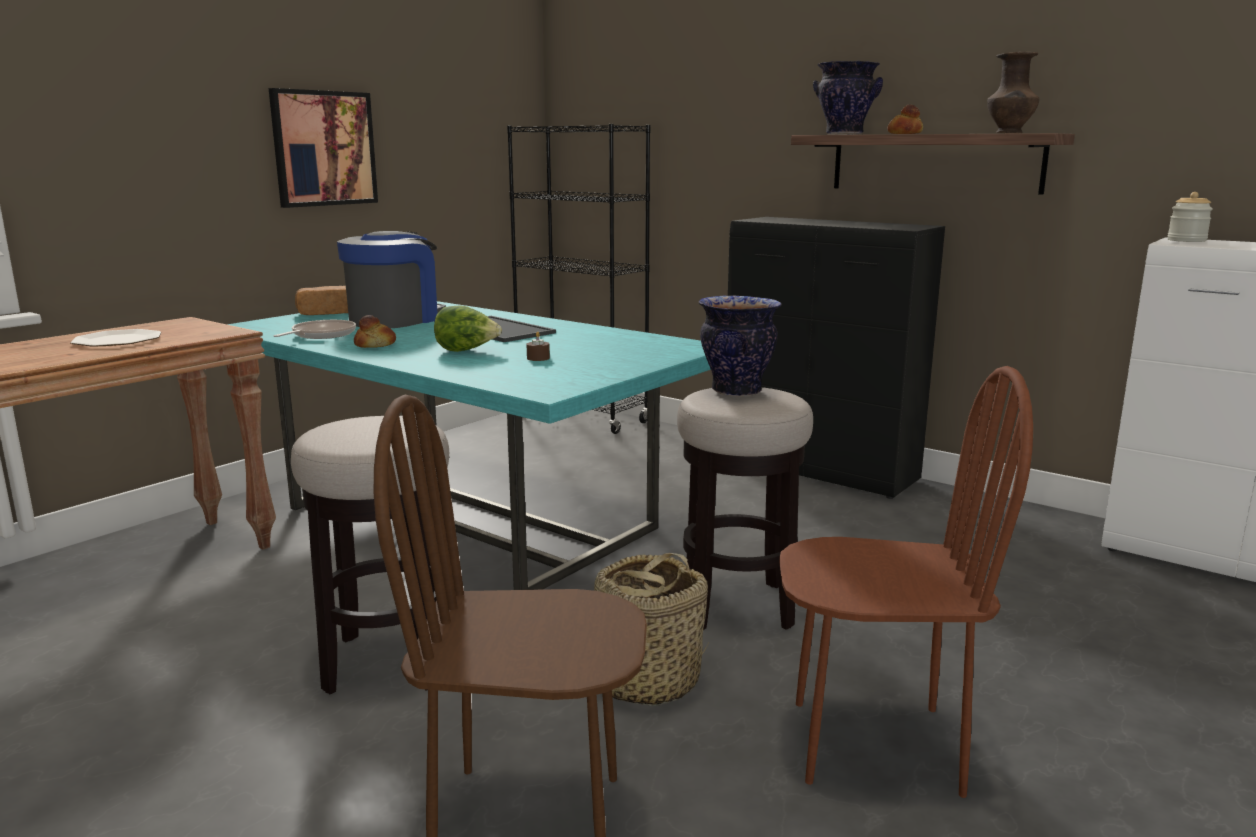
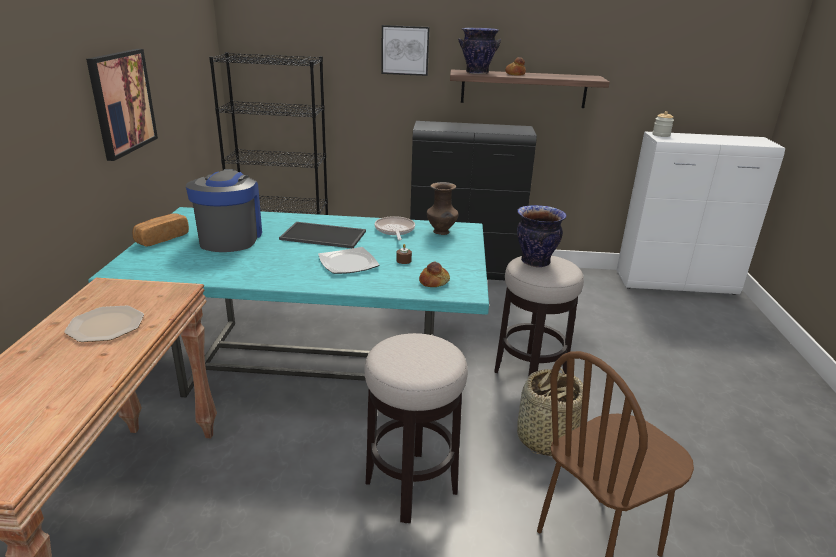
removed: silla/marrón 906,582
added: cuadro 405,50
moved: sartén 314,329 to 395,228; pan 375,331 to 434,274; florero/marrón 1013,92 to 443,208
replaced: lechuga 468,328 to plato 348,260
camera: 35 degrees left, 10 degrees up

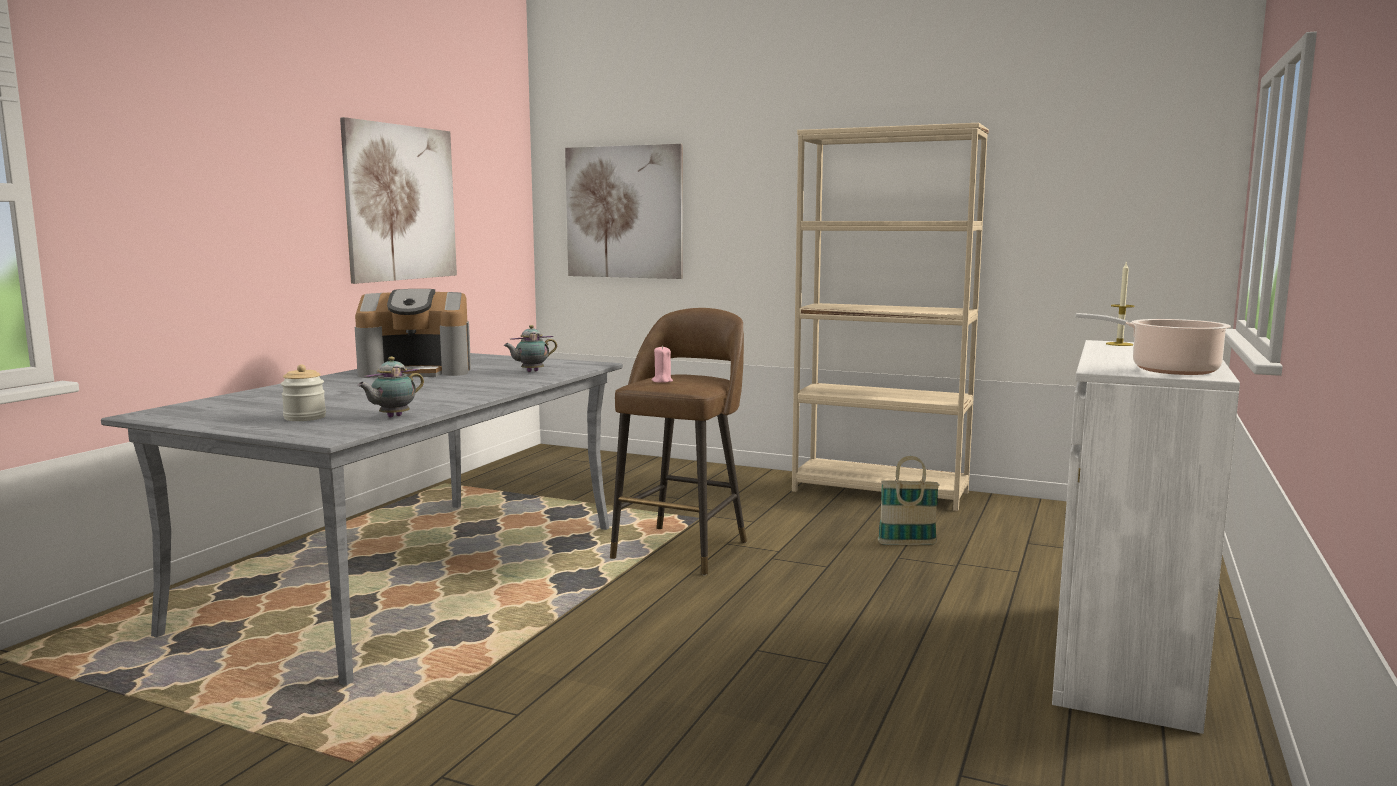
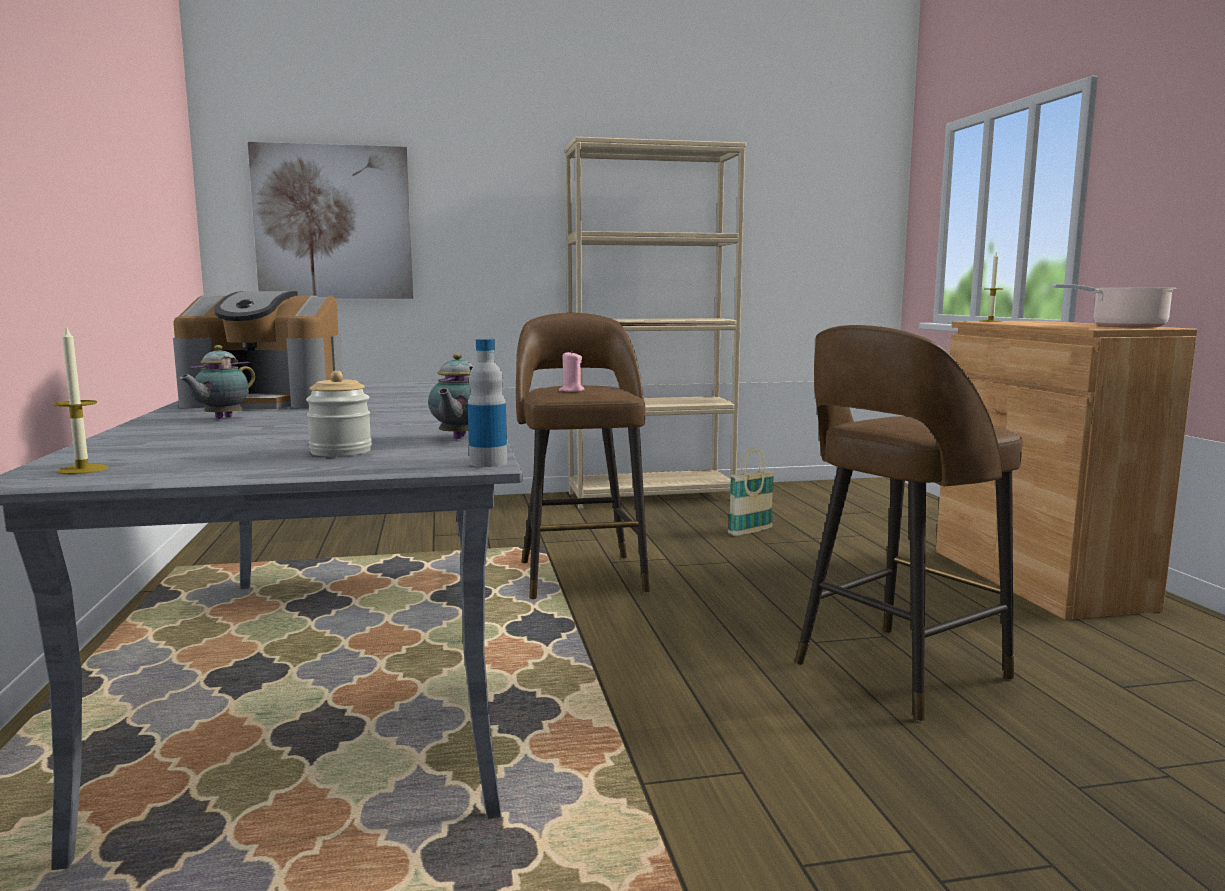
removed: cuadro 398,200
added: vela 80,399; botella 487,403; taburete/marrón 908,523
moved: tetera 530,348 to 217,382
recoloured: armario/blanco 1146,537 to armario/marrón 1066,470
turned: cafetera 413,333 = 258,350 45 degrees clockwise
camera: 35 degrees left, 0 degrees up

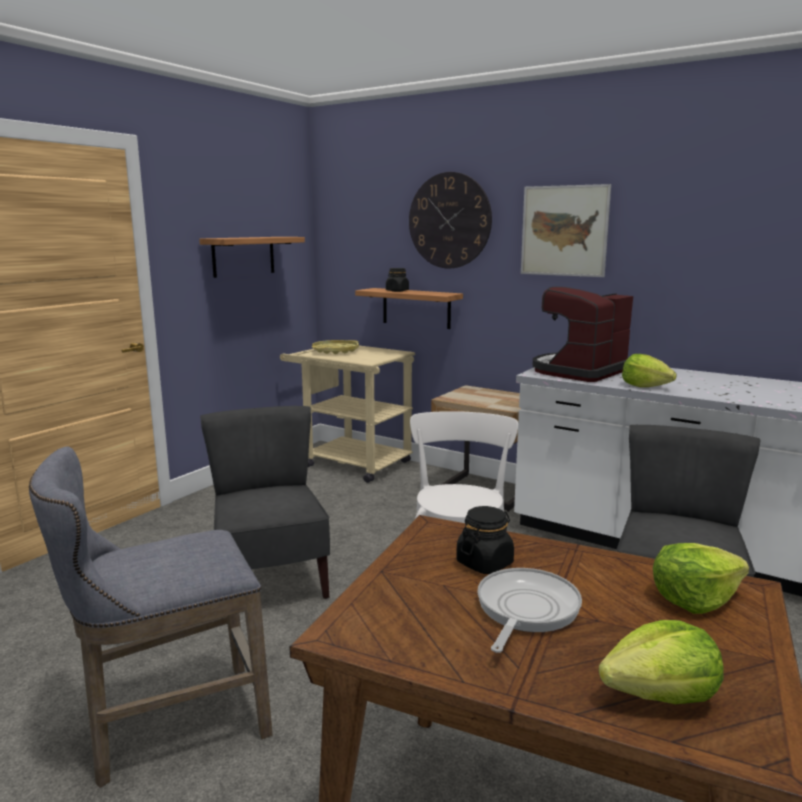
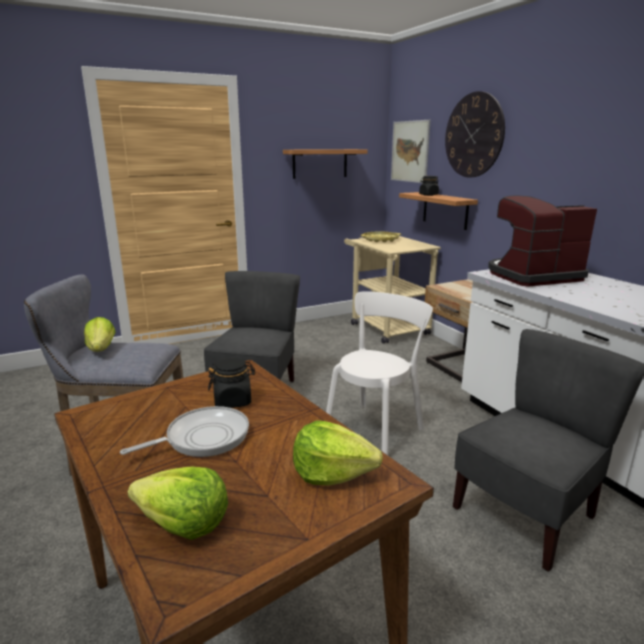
moved: lechuga 649,370 to 99,334; cuadro 566,230 to 410,151
camera: 30 degrees right, 5 degrees up

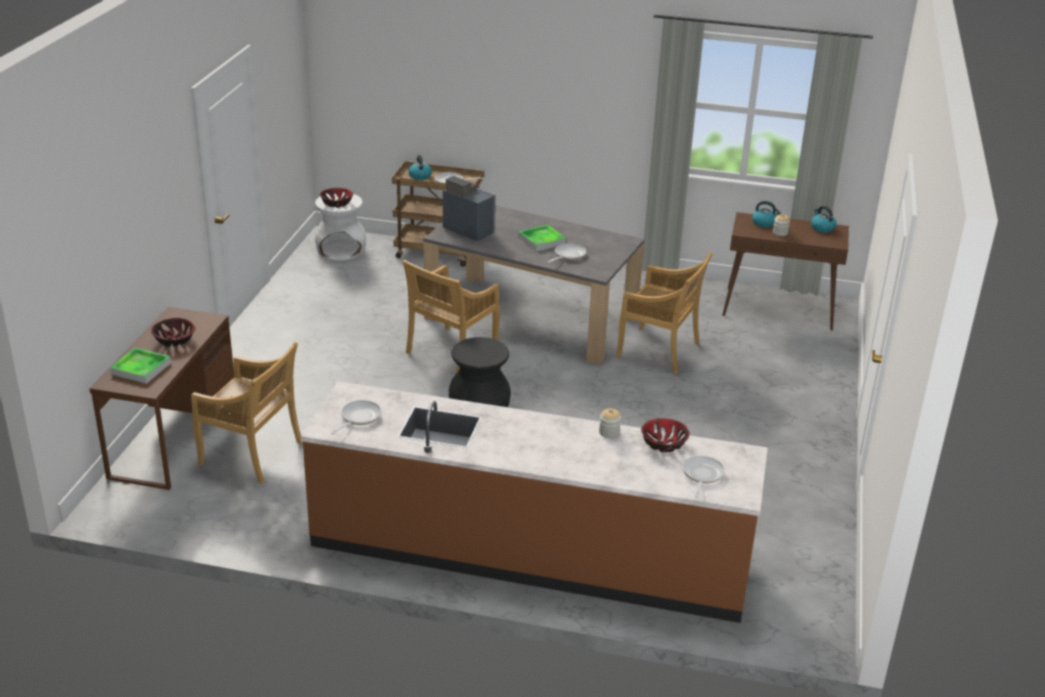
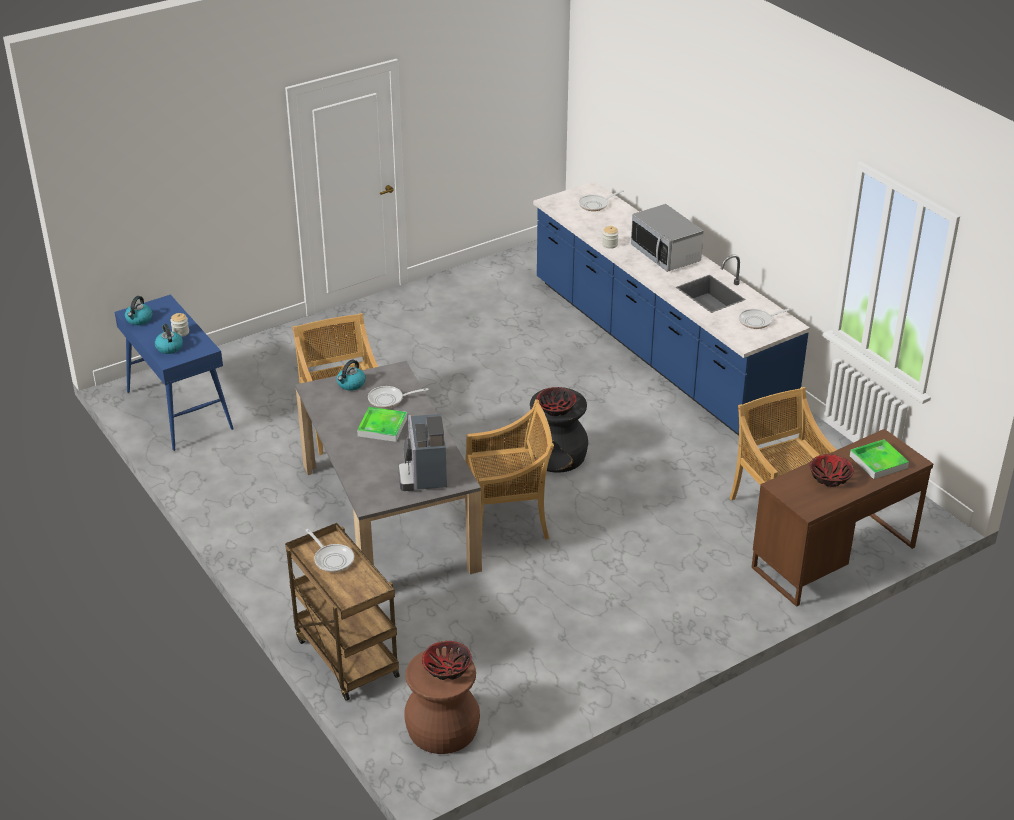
added: microondas 667,238
moved: hervidor 420,167 to 351,375; cuenco 665,435 to 556,401
recoloured: mesa consola/marrón 785,271 to mesa consola/azul 174,373; taburete/blanco 340,226 to taburete/marrón 442,701; mueble bajo de cocina/marrón 534,502 to mueble bajo de cocina/azul 671,308
camera: 135 degrees left, 5 degrees up

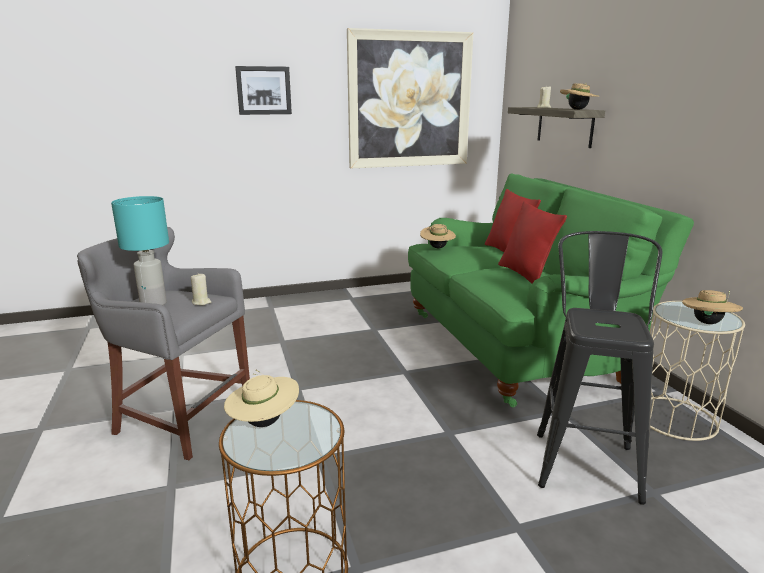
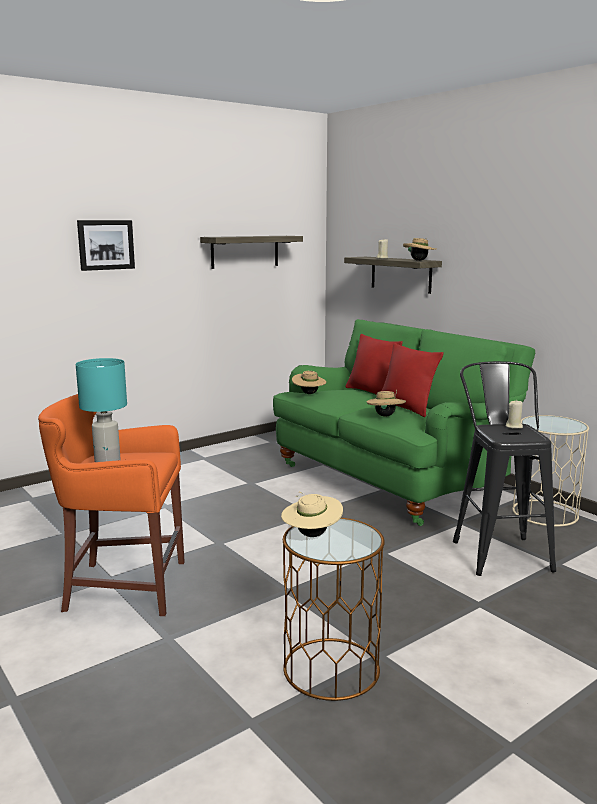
moved: sombrero/beis 712,307 to 386,403; vela/beis 201,289 to 514,415
replaced: cuadro 410,98 to estante 251,252
recoloured: taburete/gris 163,343 to taburete/naranja 111,505
camera: 20 degrees left, 5 degrees down

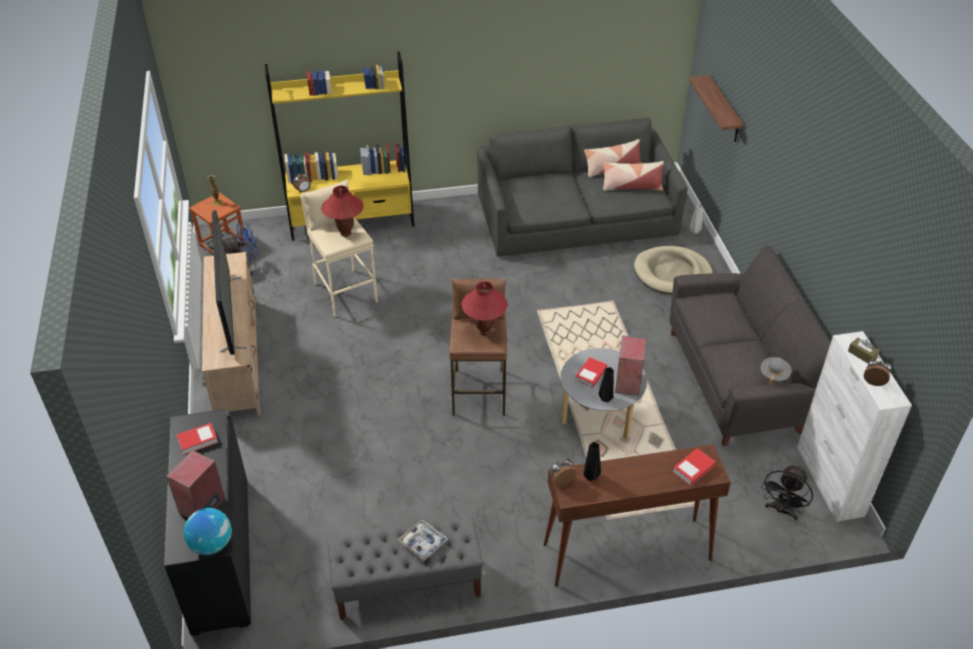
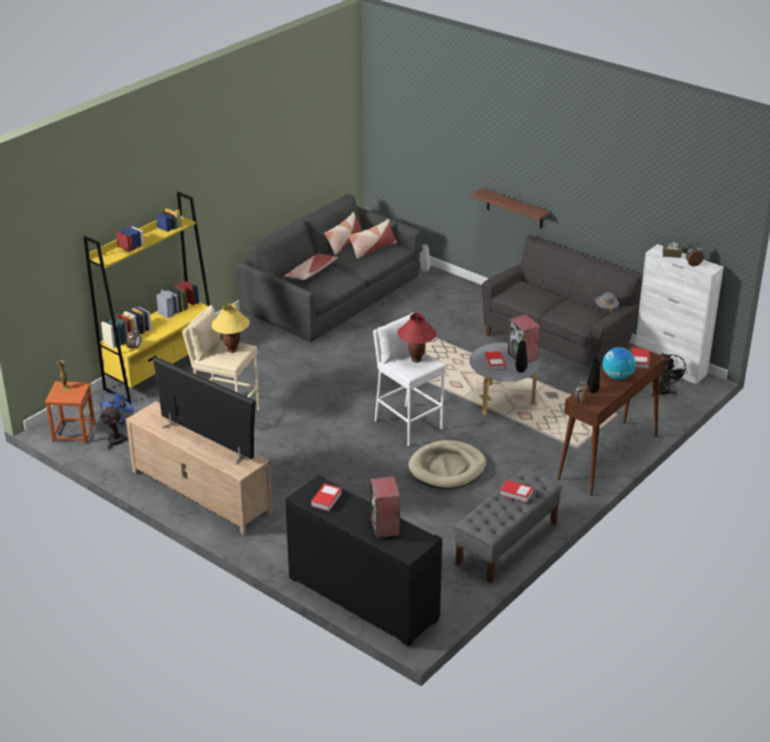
added: cojín 311,267
moved: cama para perro/beis 673,270 to 447,464; estante 716,108 to 510,208; globo terráqueo 207,531 to 619,363
replaced: bandeja 423,540 to libro 517,491
recoloured: lámpara de mesa/rojo 342,211 to lámpara de mesa/amarillo 230,328; taburete/marrón 478,347 to taburete/blanco 409,379
camera: 40 degrees left, 10 degrees down

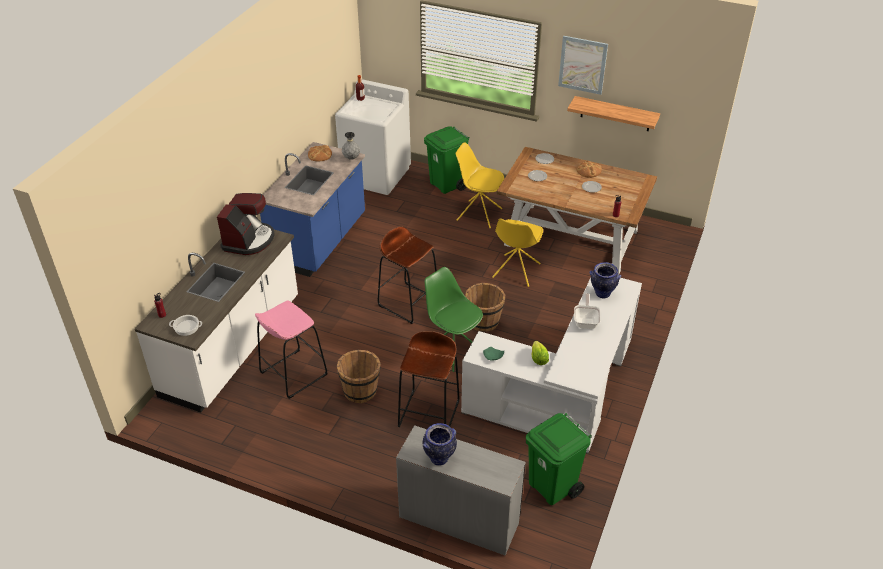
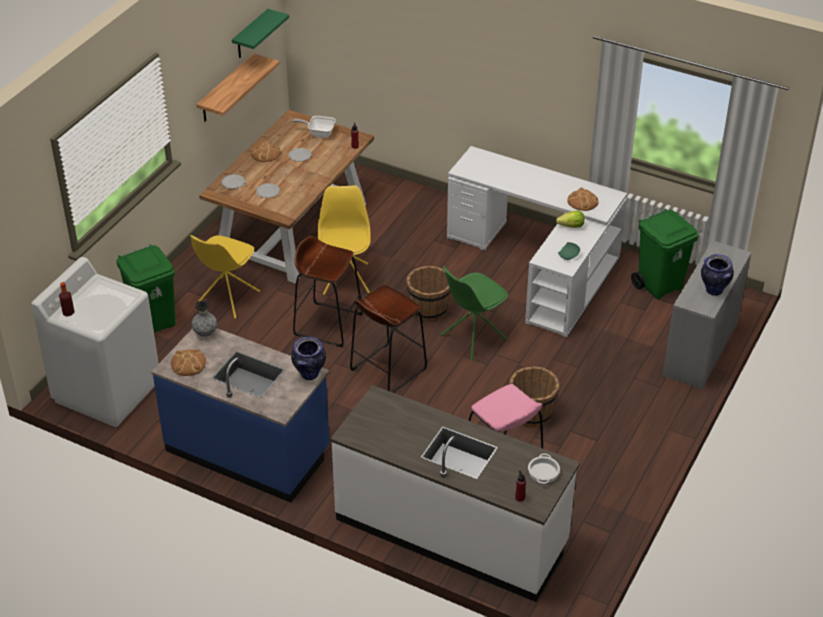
removed: cafetera 246,224; cuadro 583,65
added: estante/verde 260,33; pan 583,199
moved: florero 605,280 to 308,358; sartén 587,311 to 314,127; taburete/marrón 428,379 to 328,291
turned: silla/amarillo 517,252 = 344,240 120 degrees counterclockwise
camera: 85 degrees left, 0 degrees up

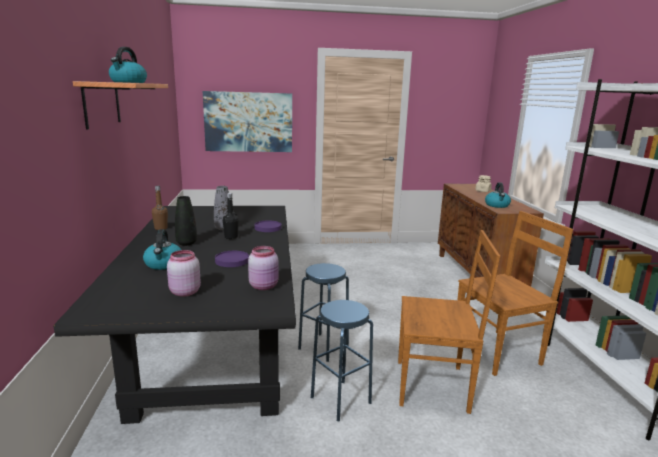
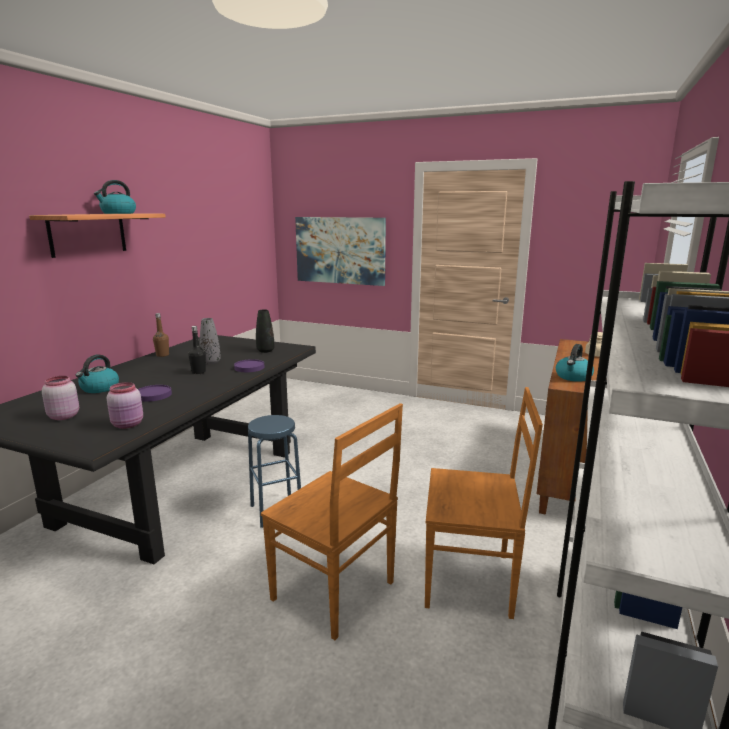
removed: taburete/azul 342,360
moved: florero/negro 186,221 to 265,331
camera: 30 degrees right, 0 degrees up

